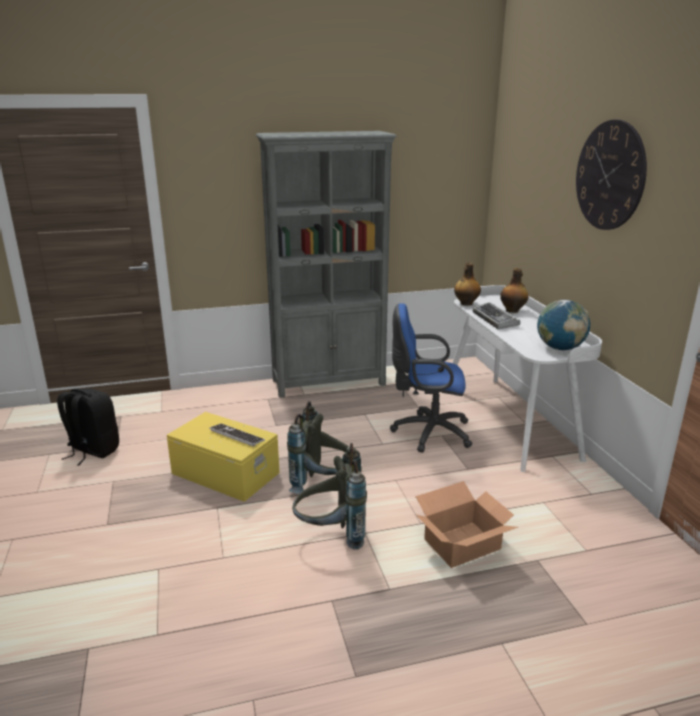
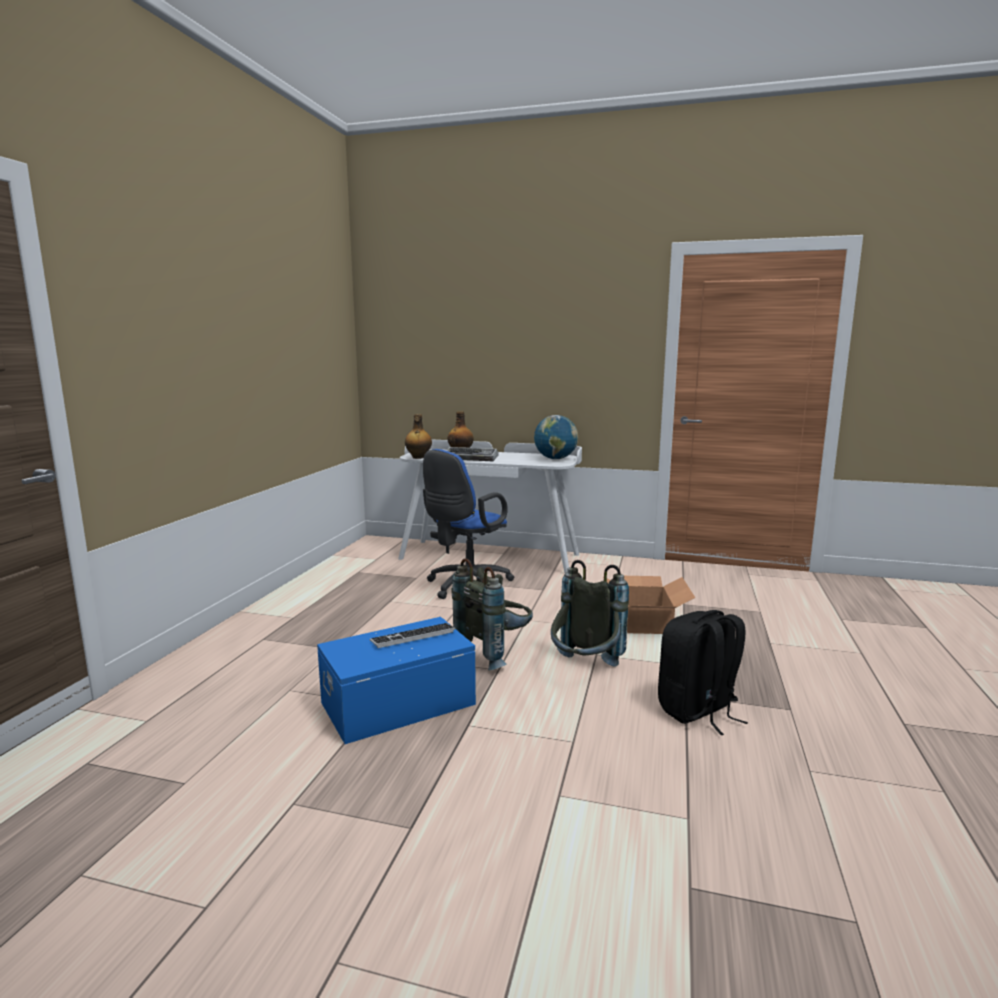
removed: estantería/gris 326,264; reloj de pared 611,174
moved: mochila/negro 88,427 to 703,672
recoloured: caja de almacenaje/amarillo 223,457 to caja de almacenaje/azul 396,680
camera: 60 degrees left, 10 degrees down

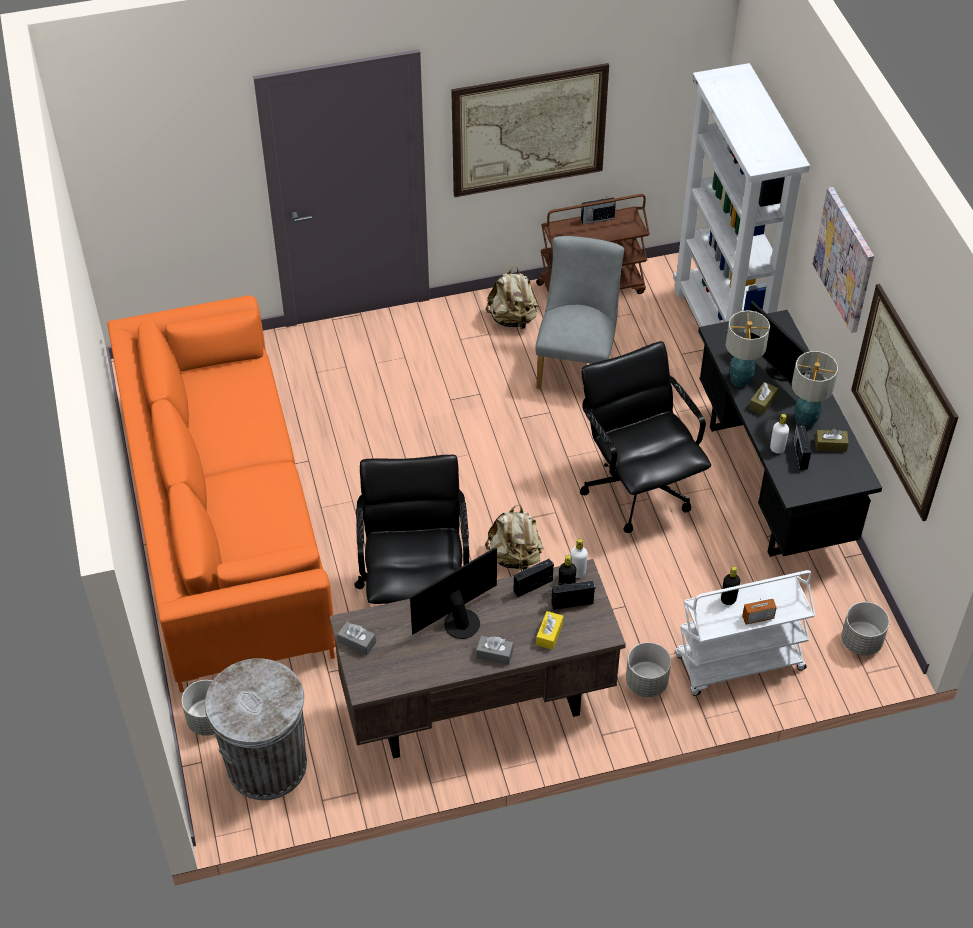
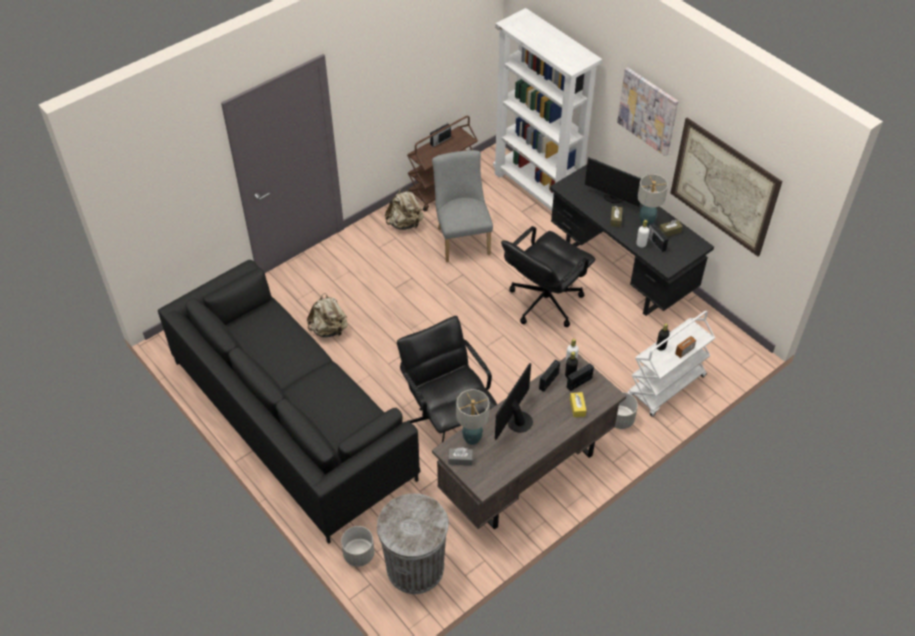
removed: cuadro 530,130; caja de pañuelos/gris 494,650; maceta/gris 865,629
moved: mochila/beis 514,537 to 327,315; lámpara de mesa 748,348 to 473,417
recoloured: sofá/naranja 221,493 to sofá/negro 289,402
turned: silla de oficina/negro 645,437 = 548,276 90 degrees counterclockwise
camera: 25 degrees left, 0 degrees up

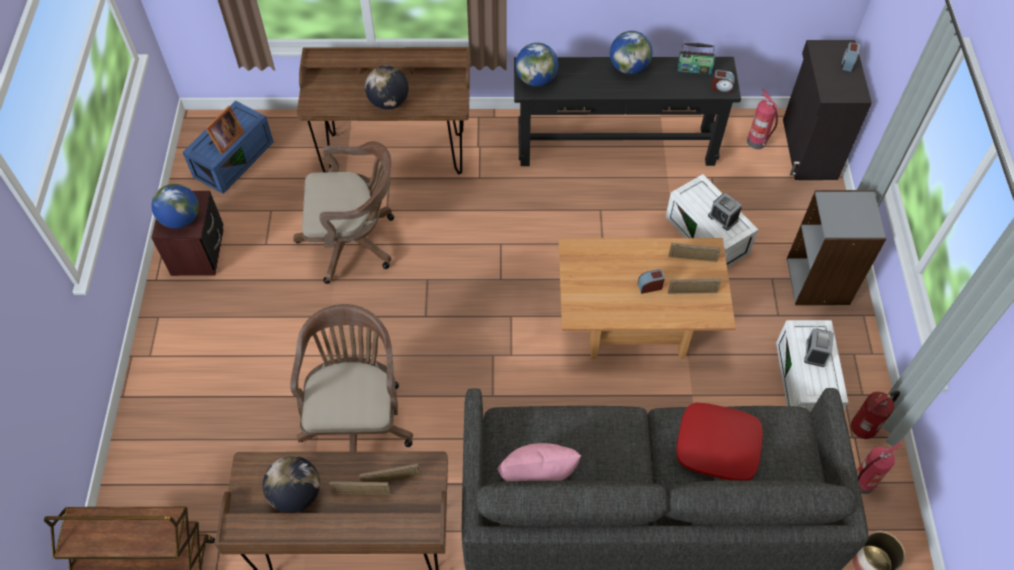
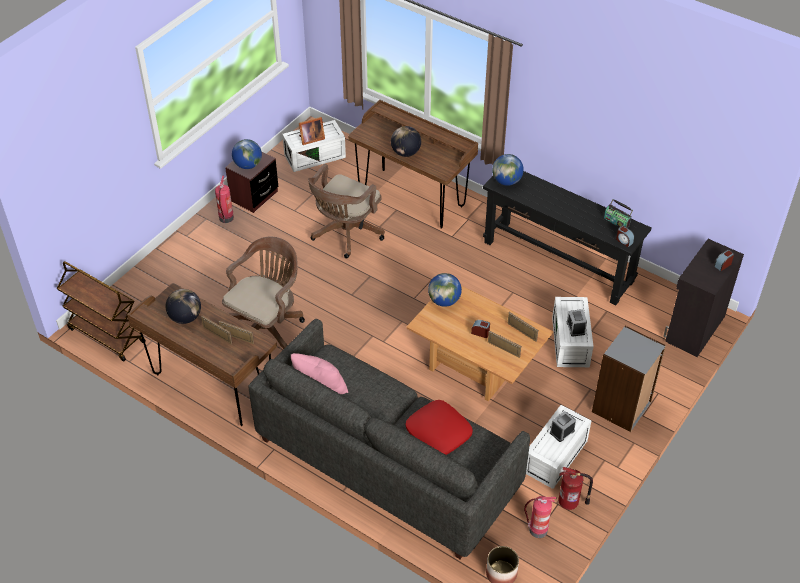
moved: extintor 762,119 to 224,199; globo terráqueo 631,52 to 445,290
recoloured: caja de almacenaje/azul 228,147 to caja de almacenaje/blanco 314,146
turned: silla de oficina/marrón 343,212 = 346,211 90 degrees clockwise
camera: 35 degrees right, 10 degrees down

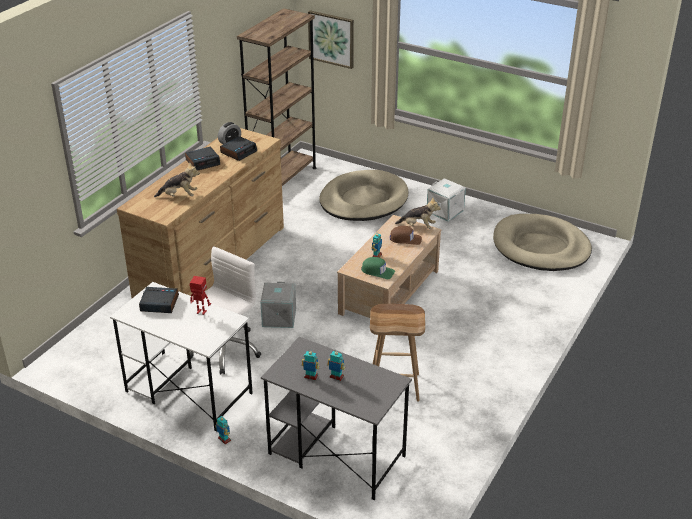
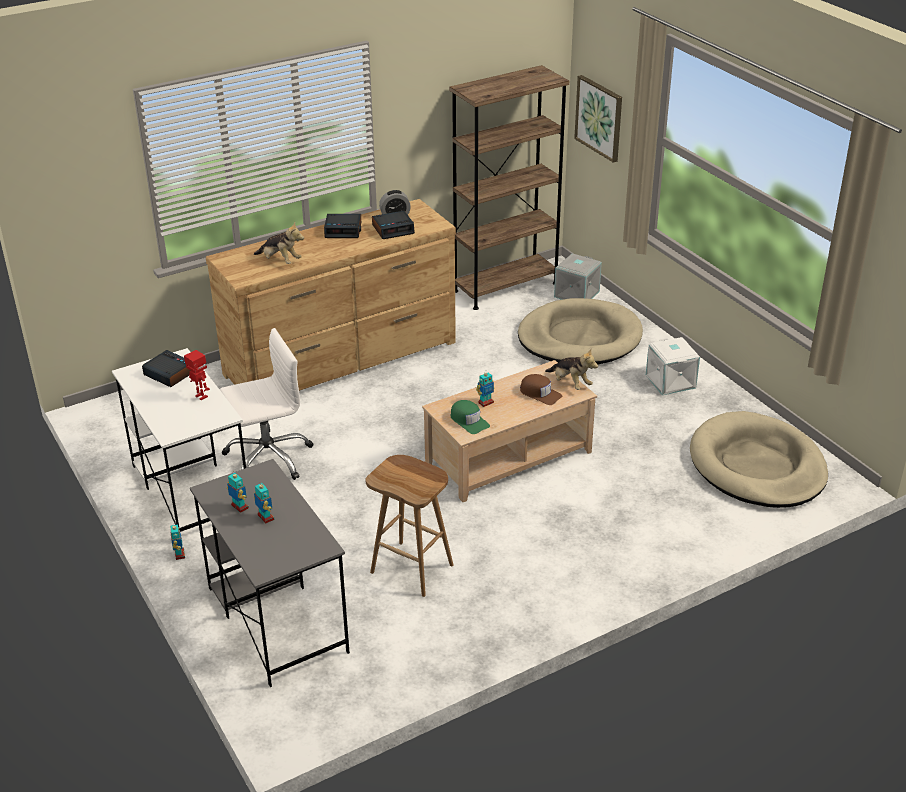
moved: caja de almacenaje/gris 278,305 to 578,276
camera: 30 degrees right, 0 degrees up

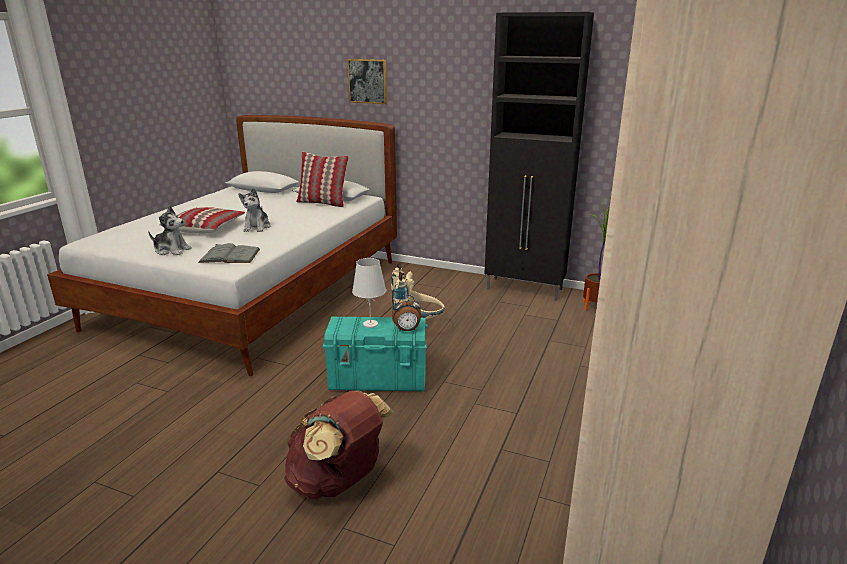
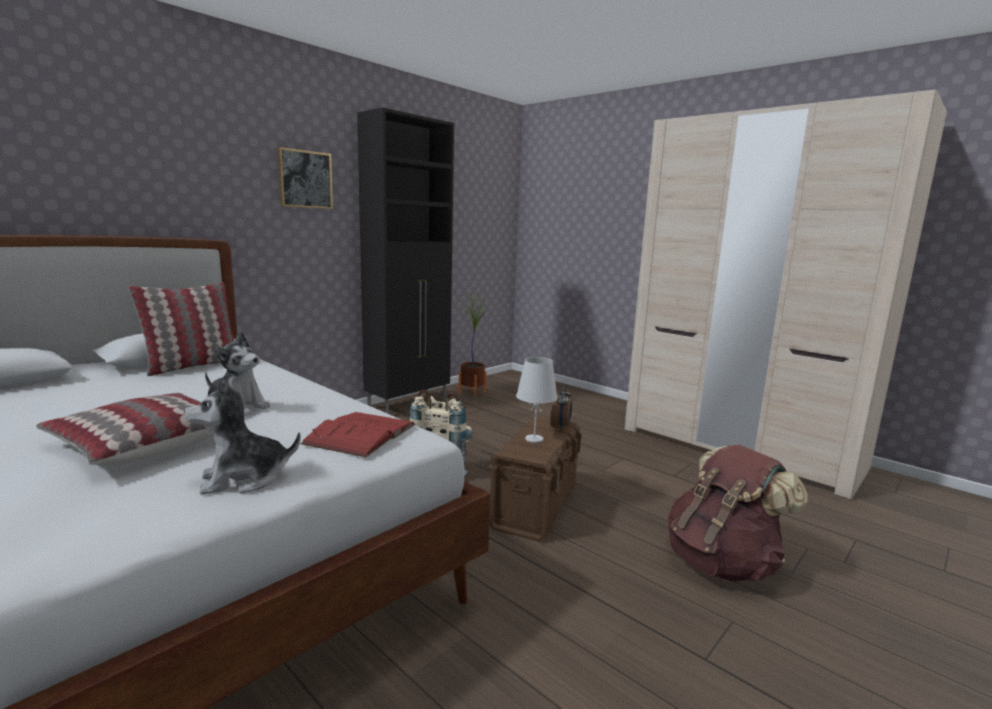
moved: cuadro 367,81 to 305,178
recoloured: libro/gris 229,253 to libro/rojo 357,434; caja de almacenaje/turquesa 375,354 to caja de almacenaje/marrón 534,479
turned: peluche 170,230 = 242,437 150 degrees counterclockwise
camera: 70 degrees left, 10 degrees down

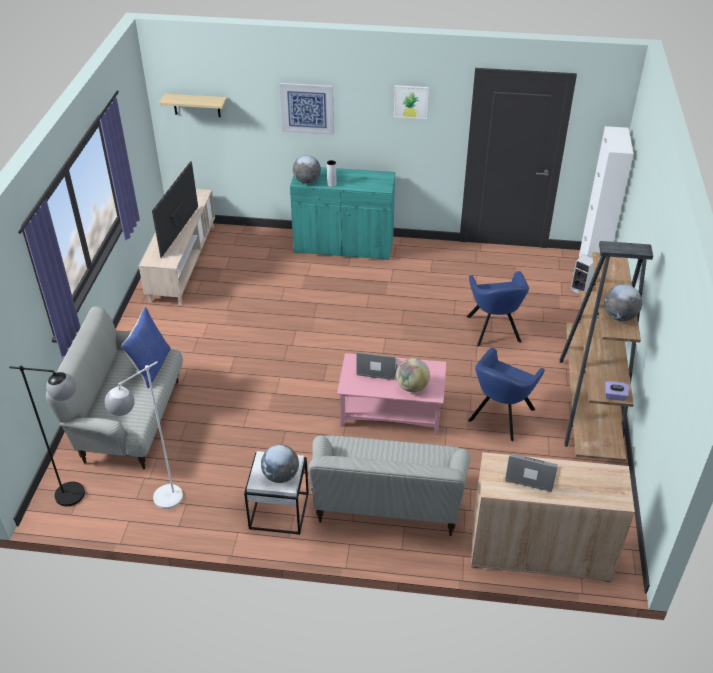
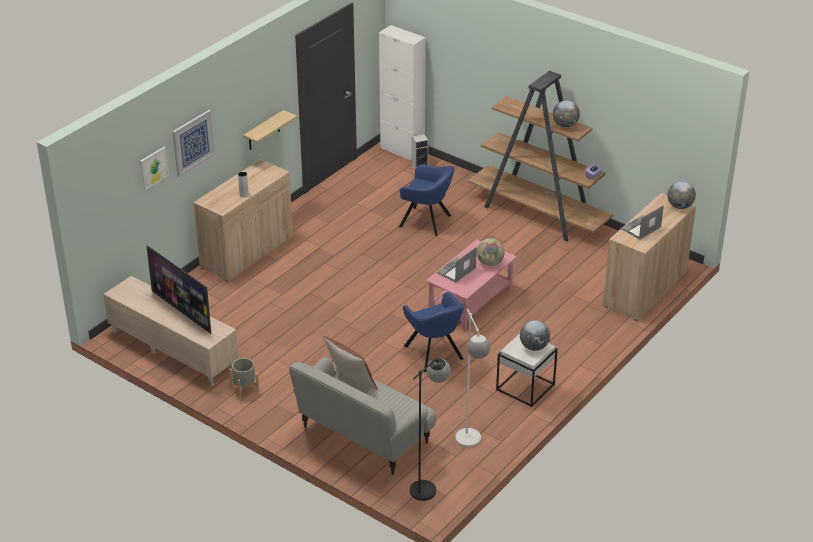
removed: sofá 389,485
added: maceta/gris 244,378
moved: cuadro 411,102 to 154,168; estante 193,105 to 270,130; sillón/azul 506,394 to 433,332; globo terráqueo 307,169 to 681,195
recoloured: armario/turquesa 342,213 to armario/beis 243,220; cojín/azul 146,347 to cojín/marrón 350,363
camera: 60 degrees left, 5 degrees down

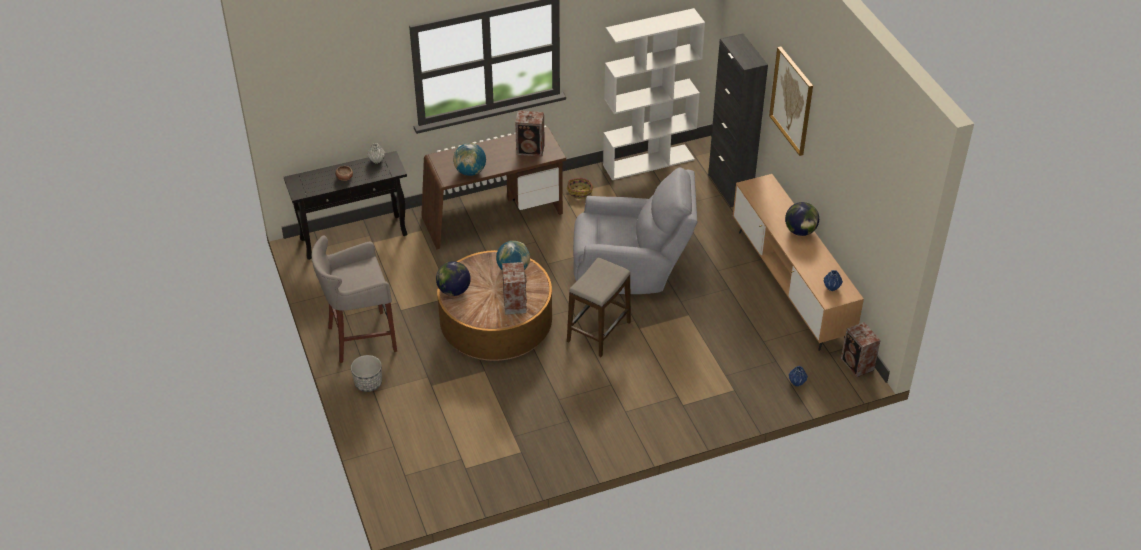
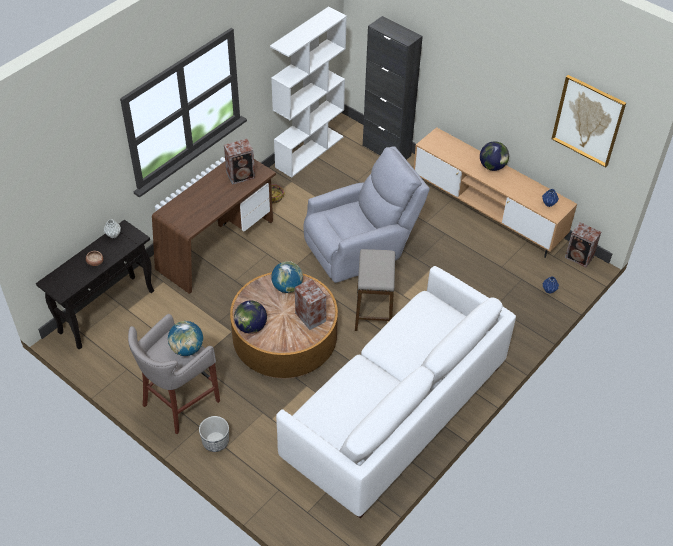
added: sofá/blanco 396,392
moved: globo terráqueo 469,159 to 185,338; cuadro 791,101 to 589,121
camera: 30 degrees left, 5 degrees up

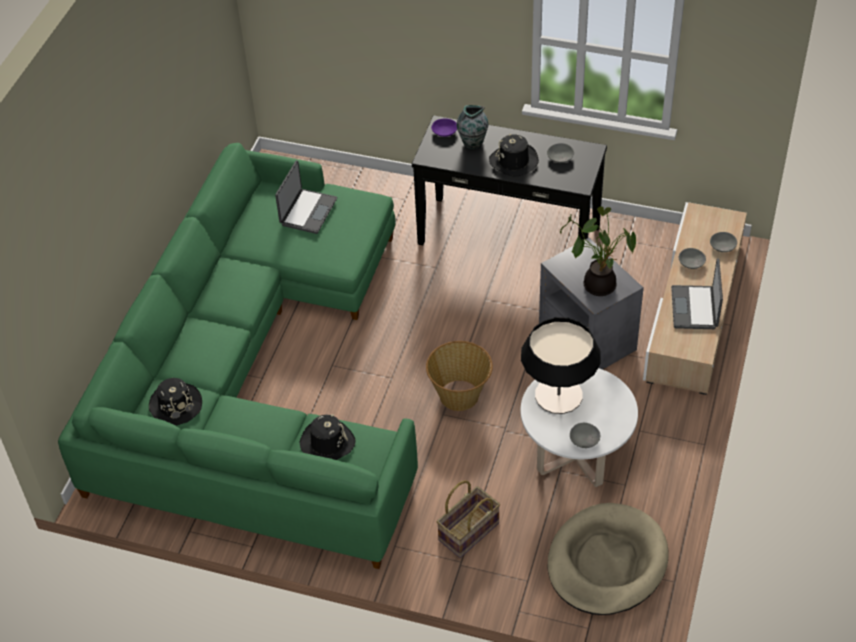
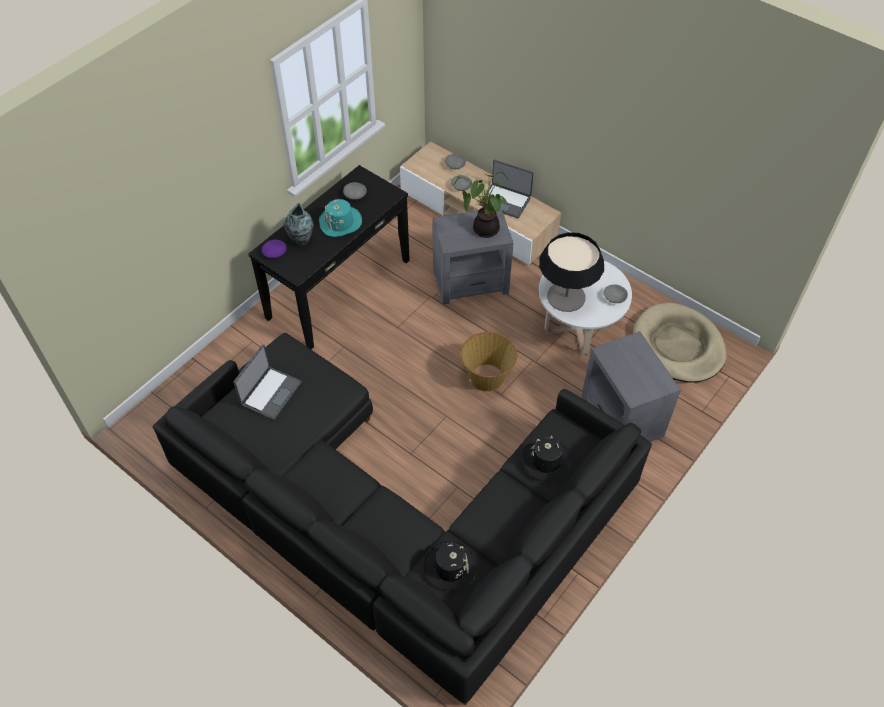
replaced: cesta 468,519 to mesa auxiliar/gris 631,386
recoloured: sofá/verde 238,356 to sofá/negro 402,519; sombrero/negro 514,154 to sombrero/turquesa 340,218
turned: portátil 306,197 = 267,382 75 degrees clockwise
camera: 70 degrees left, 5 degrees up

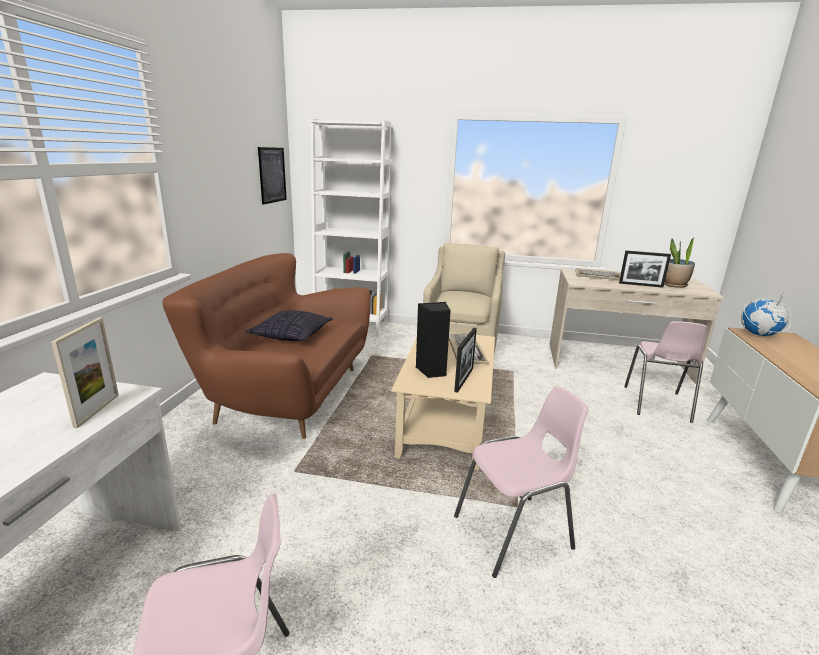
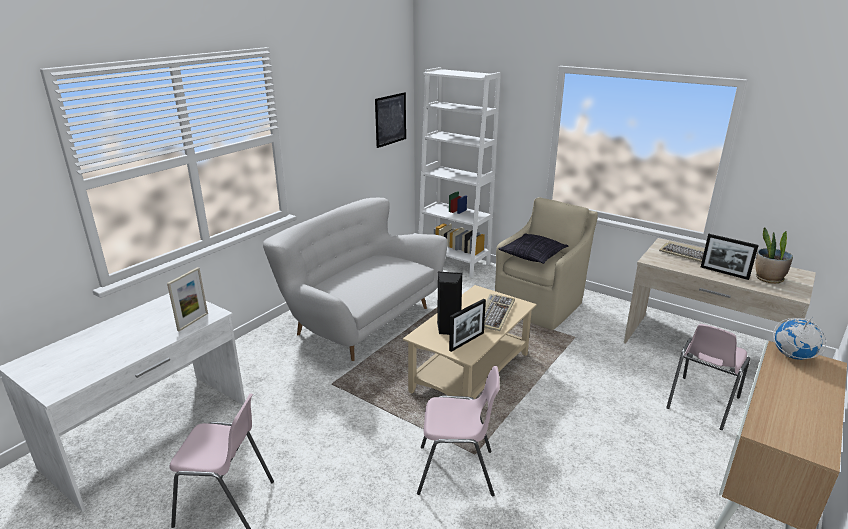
moved: cojín 289,325 to 533,248
recoloured: sofá/marrón 267,346 to sofá/blanco 355,279
camera: 25 degrees right, 5 degrees up

